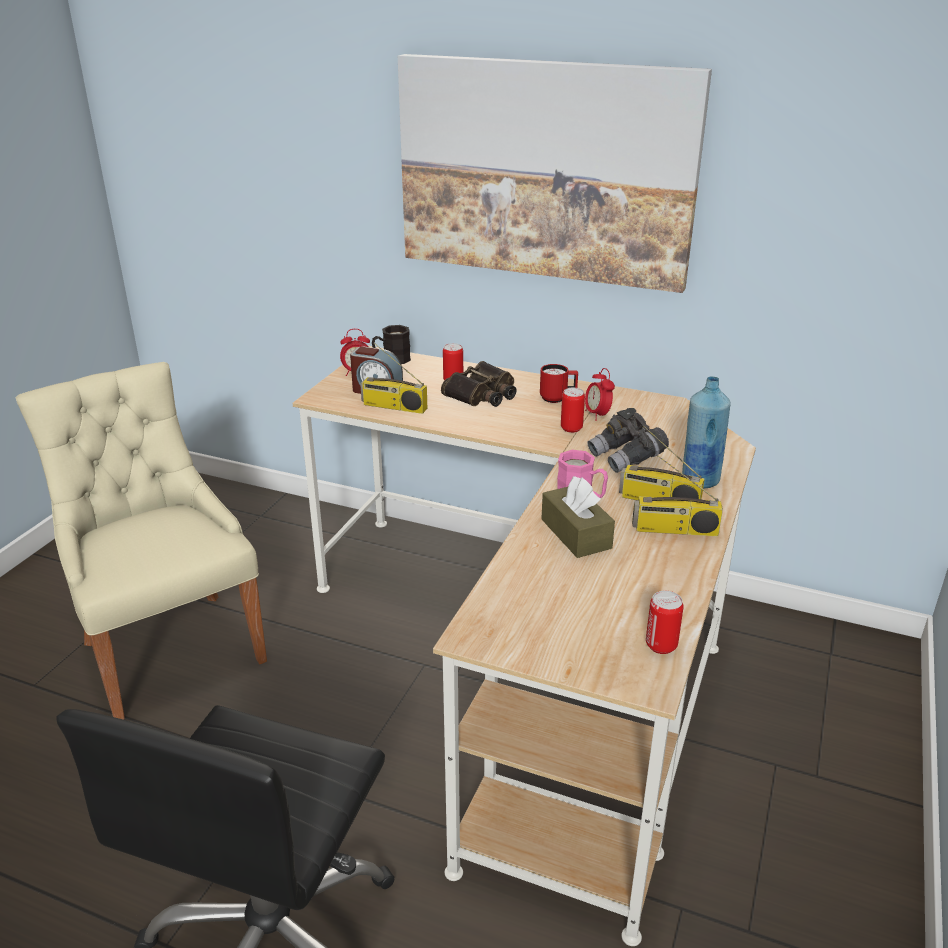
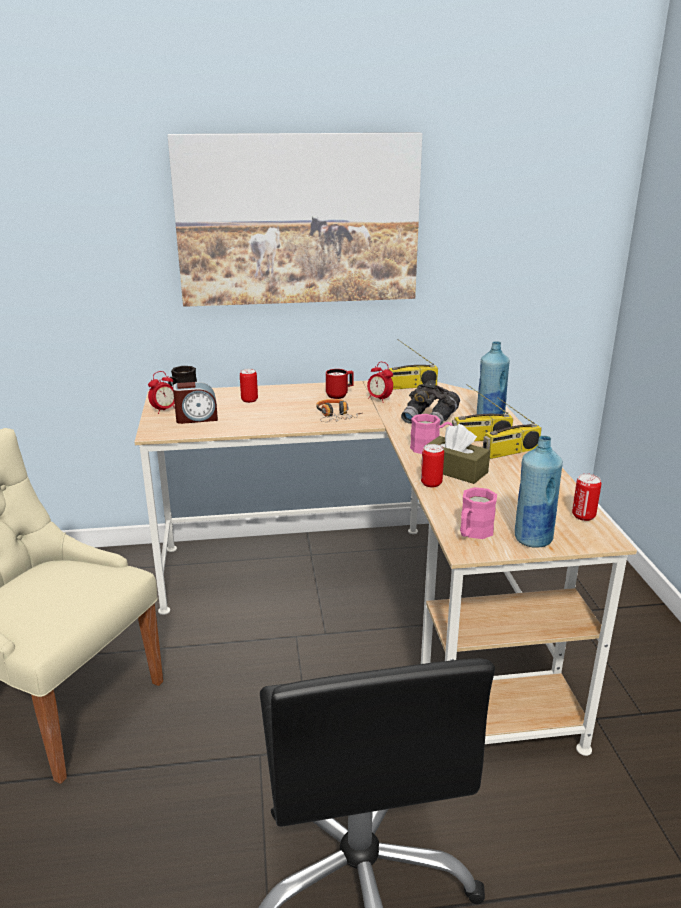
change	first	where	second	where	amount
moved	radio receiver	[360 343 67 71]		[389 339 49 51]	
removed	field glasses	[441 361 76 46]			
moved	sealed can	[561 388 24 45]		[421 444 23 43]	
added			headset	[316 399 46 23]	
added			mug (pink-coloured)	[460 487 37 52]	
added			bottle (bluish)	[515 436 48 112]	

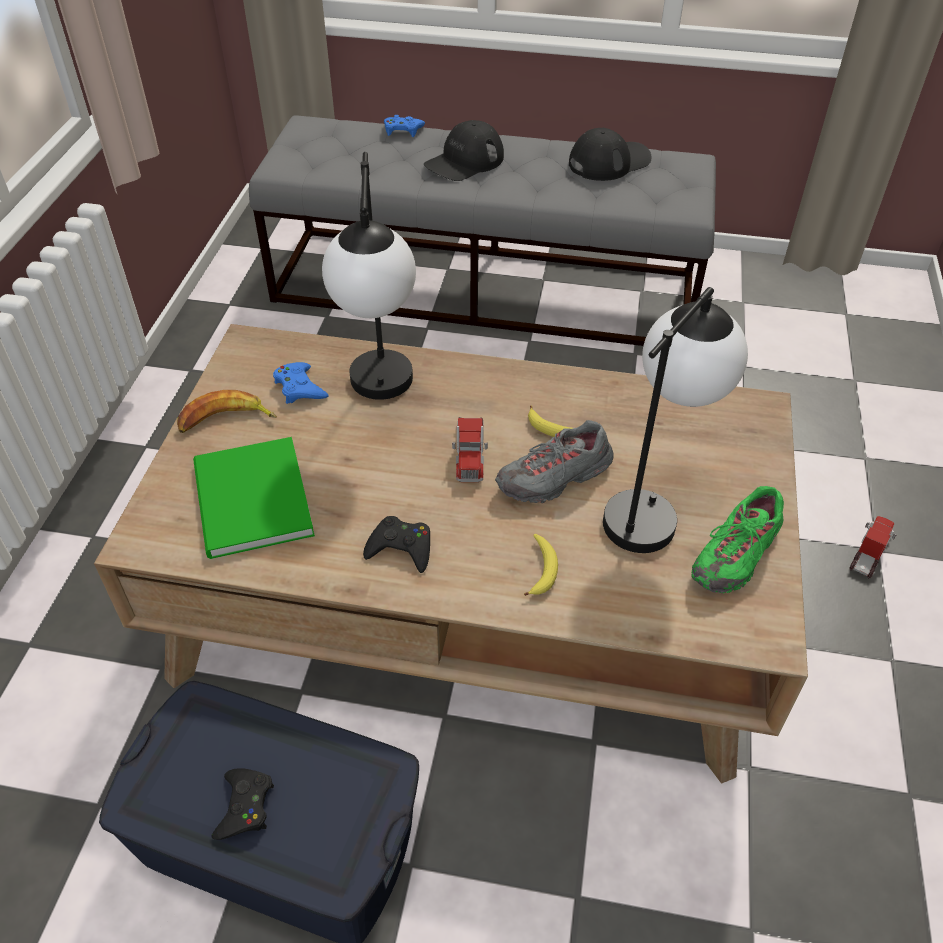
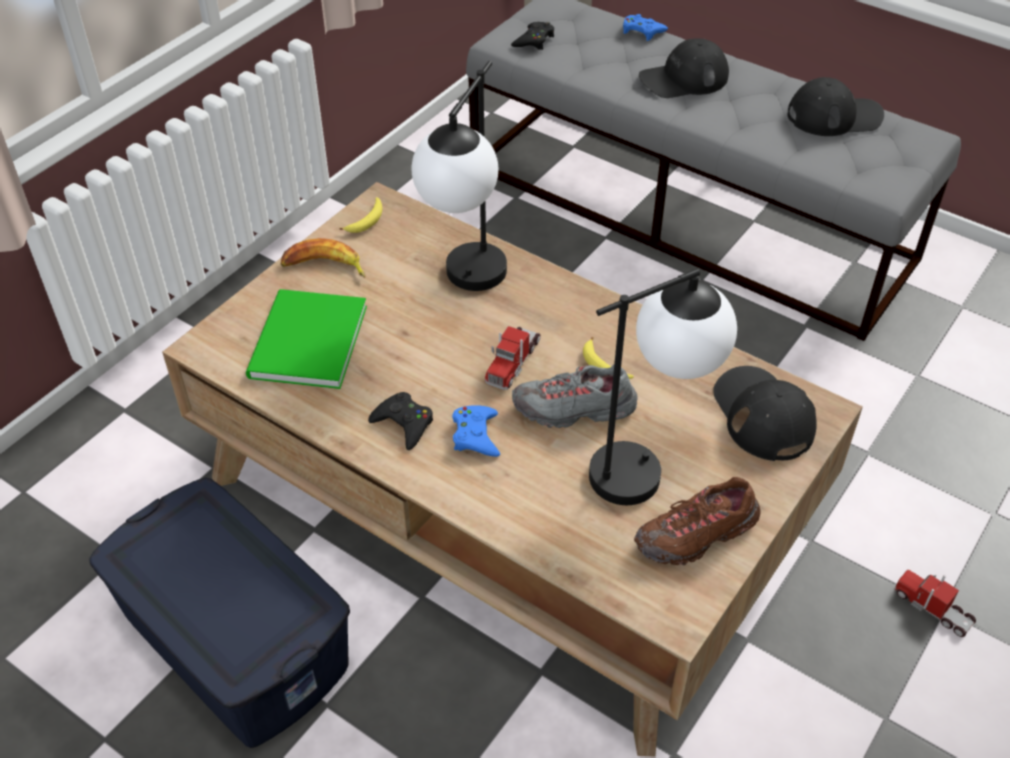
change	first	where	second	where	amount
moved	joypad (black)	[211 768 63 72]		[511 22 43 28]	
moved	joypad (bluish)	[273 362 56 42]		[452 405 48 52]	
moved	whole banana	[524 534 34 62]		[339 197 43 36]	
recoloured	item of footwear (green-coloured)	[691 486 93 107]	item of footwear (brown-coloured)	[634 477 126 88]	
turned	toy truck	[849 516 47 63]		[894 570 82 67]	105 degrees counterclockwise
added			peaked cap (black)	[713 366 104 95]	

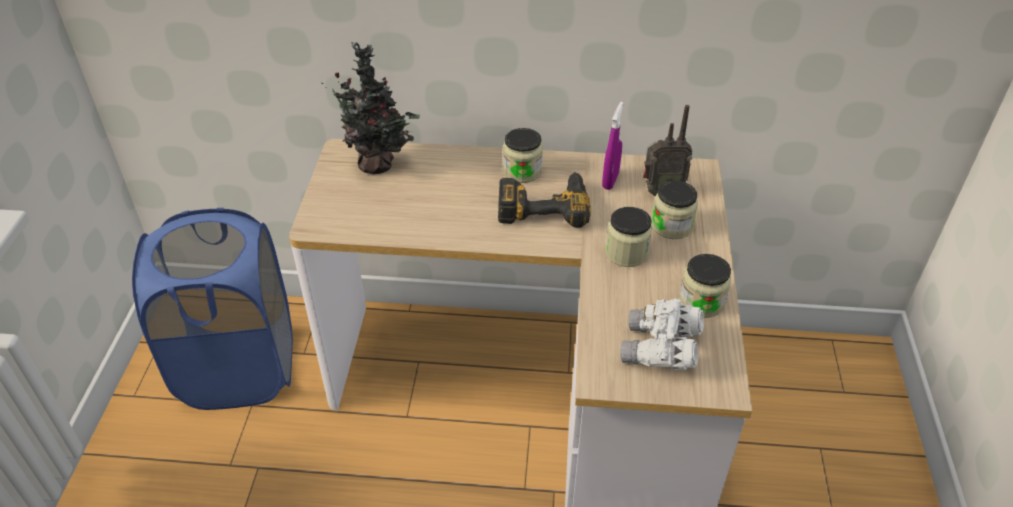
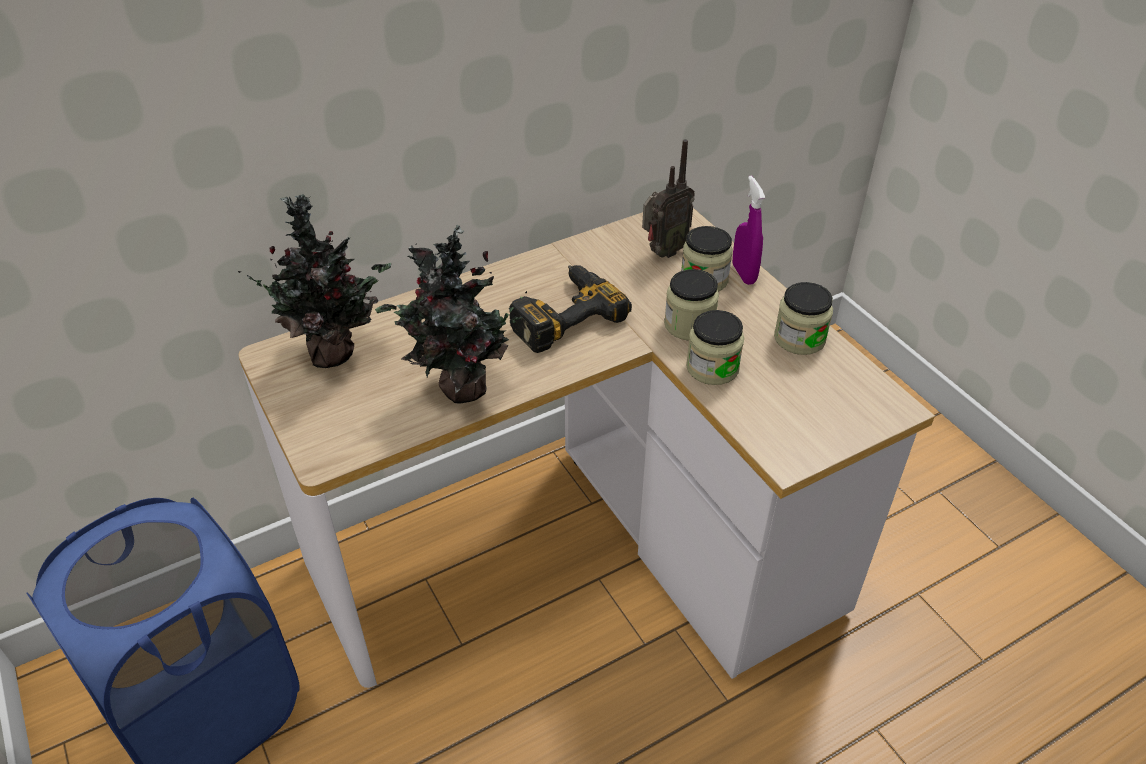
change	first	where	second	where	amount
moved	preserve jar	[503 128 40 55]		[686 310 58 75]	
moved	spray bottle (purplish)	[602 102 21 88]		[733 176 32 109]	
removed	field glasses (whitish)	[620 299 84 71]			
added			houseplant	[375 225 152 179]	

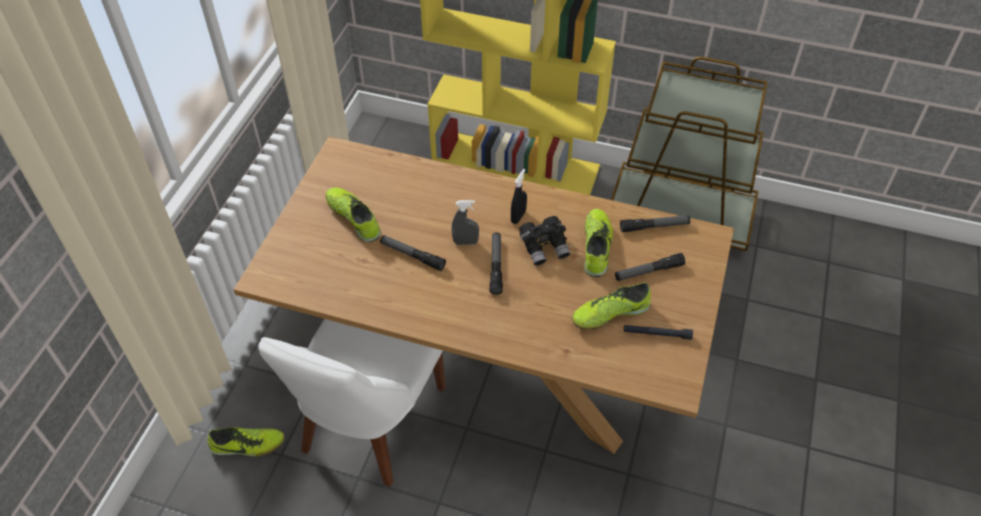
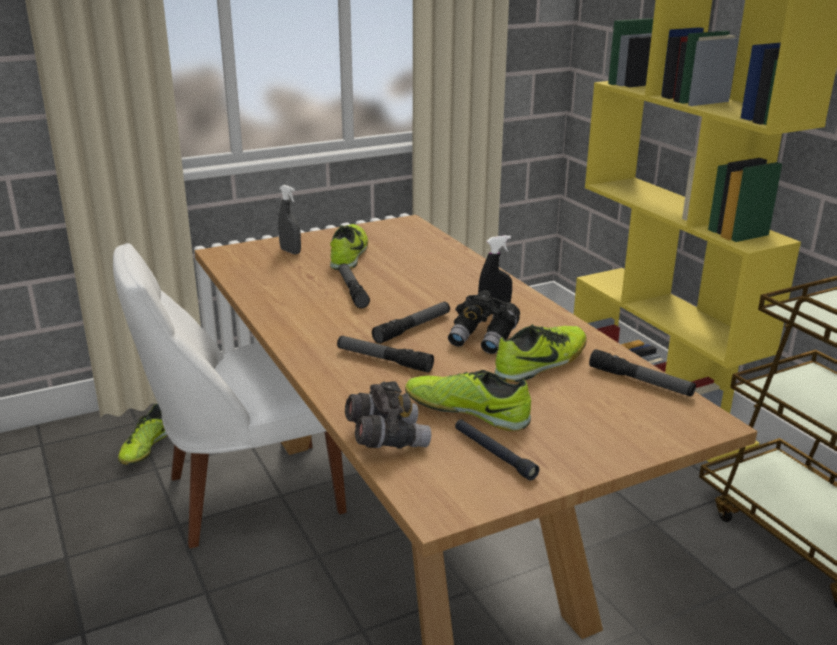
change	first	where	second	where	amount
turned	item of footwear	[208 427 77 30]		[118 404 50 61]	60 degrees clockwise
moved	spray bottle (greyish)	[452 200 27 45]		[278 185 23 69]	
moved	hand torch	[615 253 70 28]		[337 336 97 37]	
added			field glasses (greyish)	[345 381 86 68]	

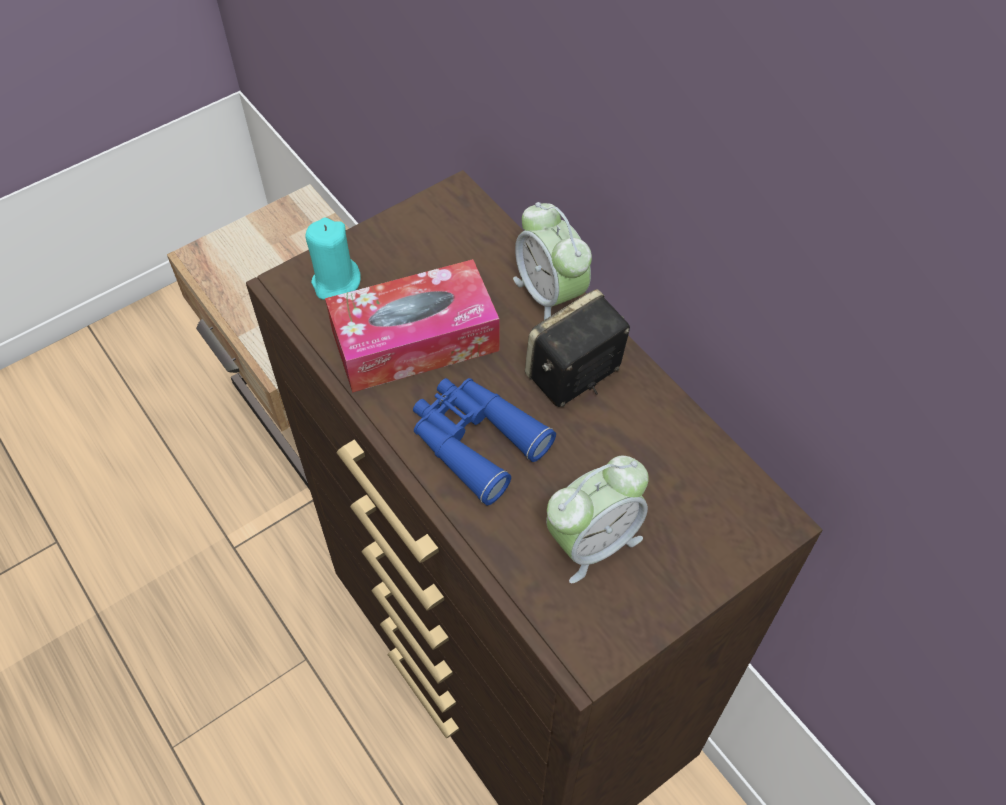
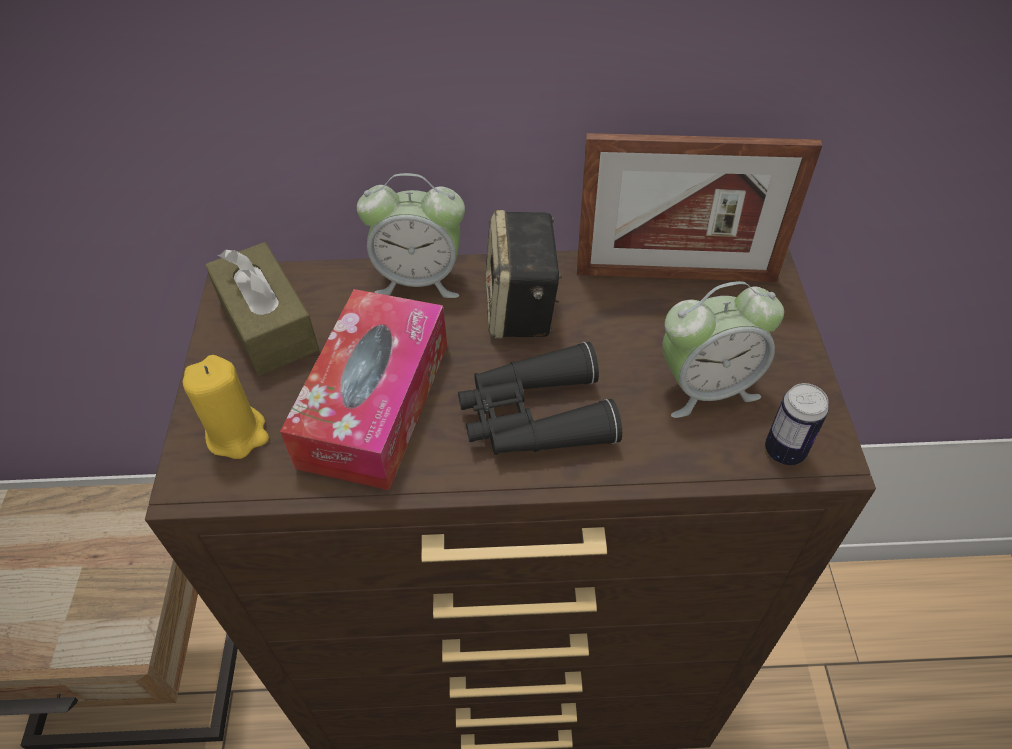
change	first	where	second	where	amount
recoloured	wax light (turquoise)	[306 218 55 81]	wax light (yellow)	[182 355 87 104]	
recoloured	field glasses (bluish)	[413 378 143 127]	field glasses (black)	[458 342 164 113]	
turned	table clock	[546 456 103 127]		[662 281 122 137]	75 degrees clockwise
added			tissue holder (brown-coloured)	[205 242 114 134]	
added			standing frame	[577 133 245 149]	
added			sealed can	[765 383 64 82]	

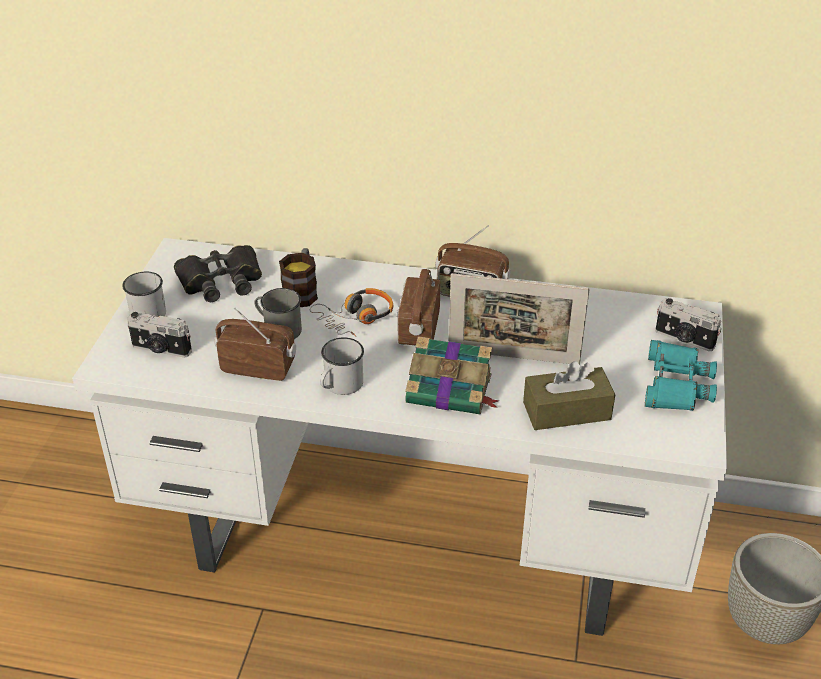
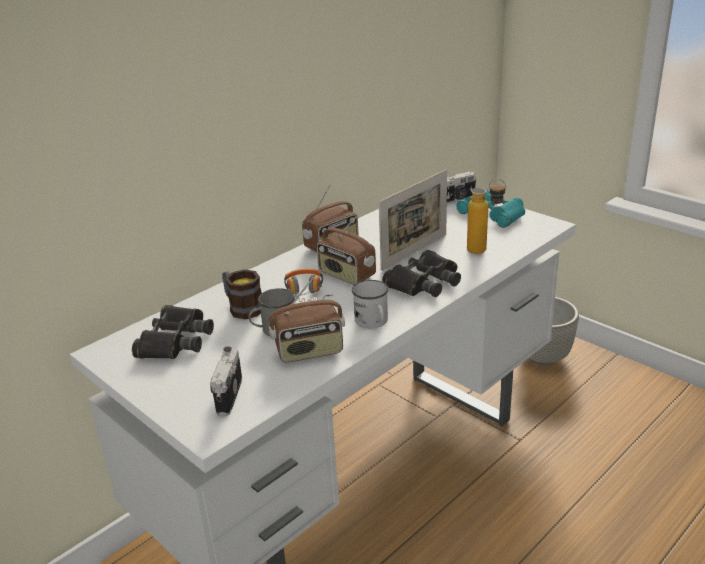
change	first	where	second	where	amount
removed	mug (whitish)	[122 272 44 45]			
turned	still camera	[127 312 65 46]		[210 346 32 70]	135 degrees clockwise
turned	radio receiver	[214 308 82 73]		[269 277 76 85]	150 degrees counterclockwise
replaced	bound book	[405 336 94 79]	field glasses (black)	[382 250 79 47]	
replaced	tissue holder (brown-coloured)	[523 361 92 69]	bottle	[467 179 39 75]	

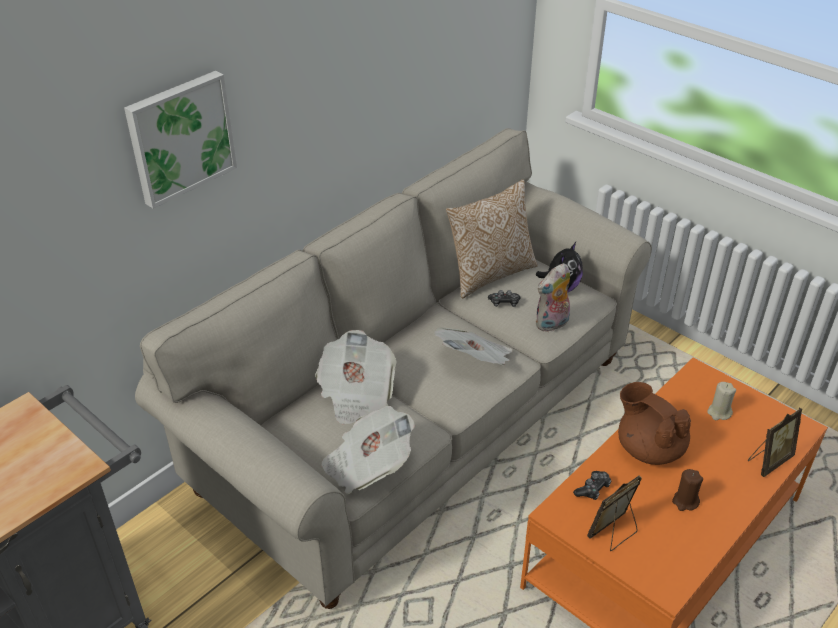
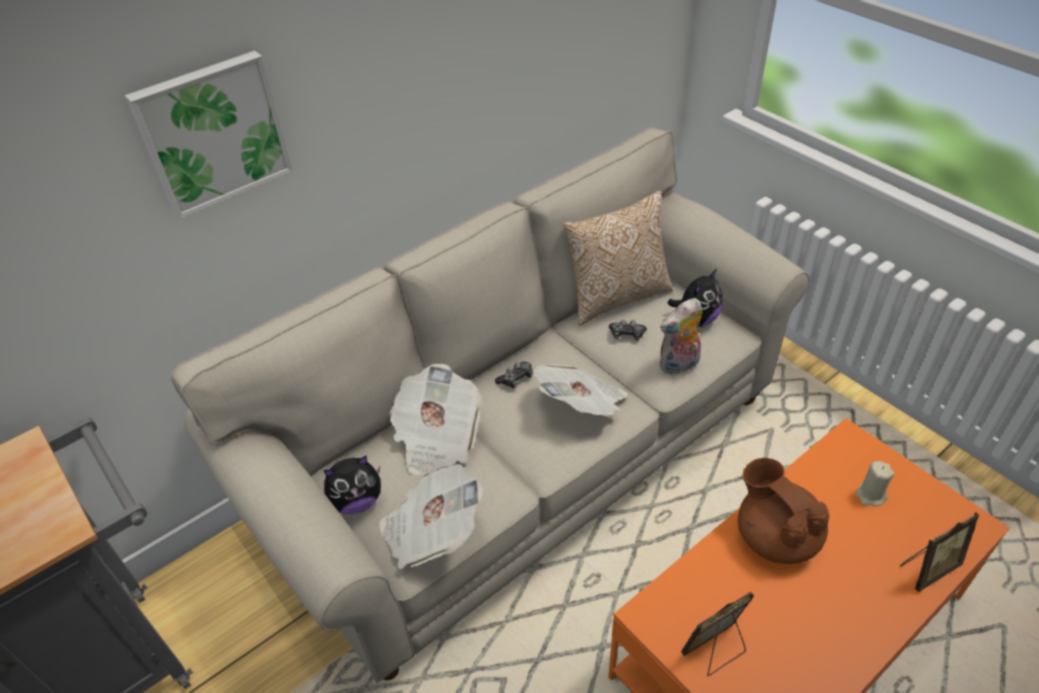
change	first	where	second	where	amount
moved	joypad	[573 471 39 29]		[495 362 38 26]	
removed	wax light (brown-coloured)	[672 469 31 42]			
added			cuddly toy	[324 456 57 58]	

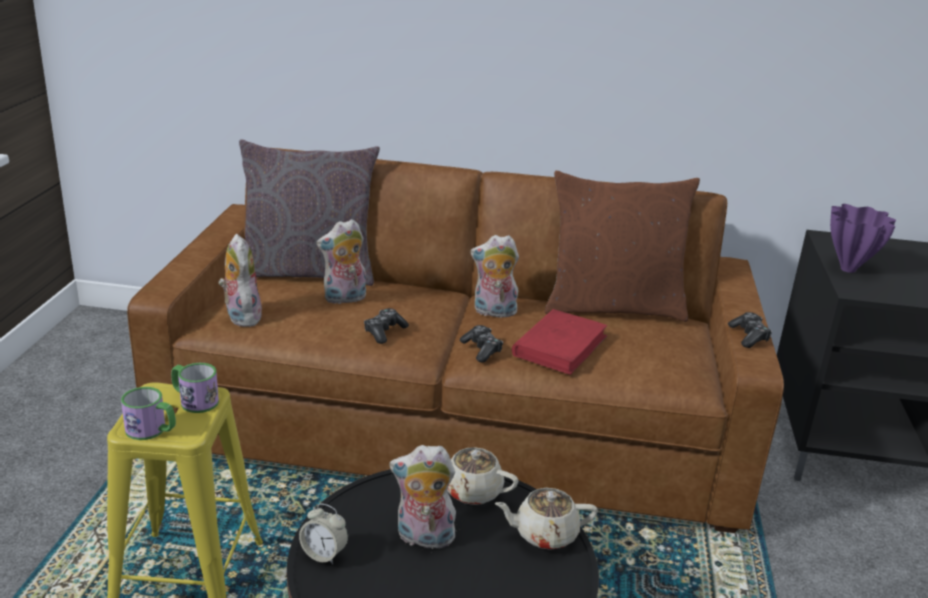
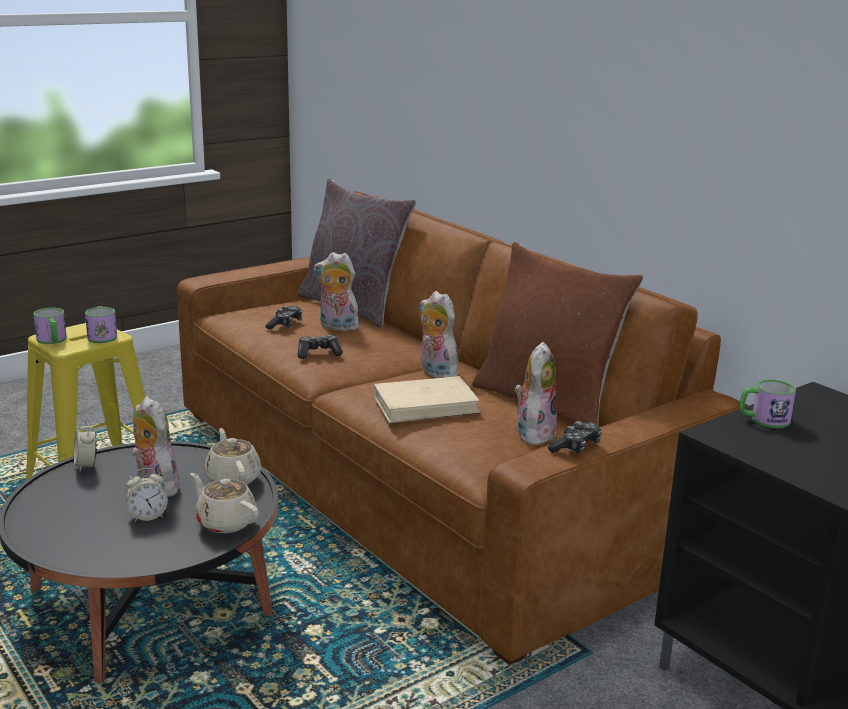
change	first	where	second	where	amount
moved	cuddly toy	[219 234 45 93]		[515 342 42 104]	
moved	joypad	[460 325 43 38]		[265 306 38 24]	
recoloured	bound book (red)	[512 309 95 66]	bound book (beige-coloured)	[373 376 108 47]	
replaced	decorative vase (purplish)	[830 204 66 69]	mug	[739 380 57 48]	
added			table clock	[126 468 42 54]	

